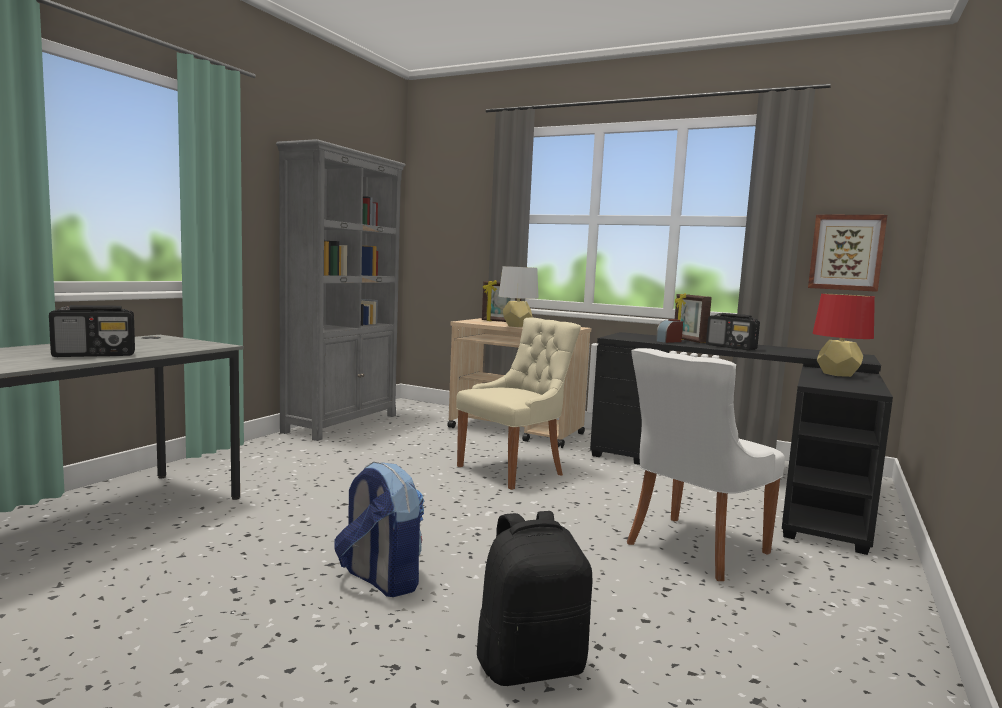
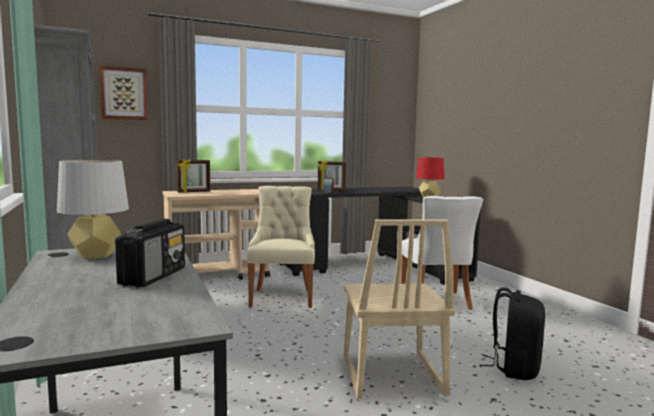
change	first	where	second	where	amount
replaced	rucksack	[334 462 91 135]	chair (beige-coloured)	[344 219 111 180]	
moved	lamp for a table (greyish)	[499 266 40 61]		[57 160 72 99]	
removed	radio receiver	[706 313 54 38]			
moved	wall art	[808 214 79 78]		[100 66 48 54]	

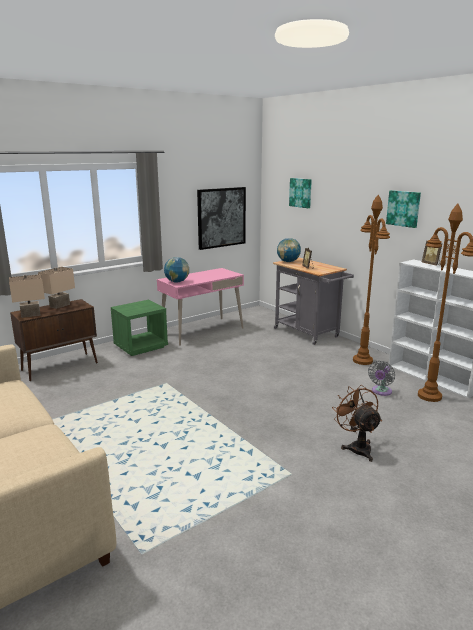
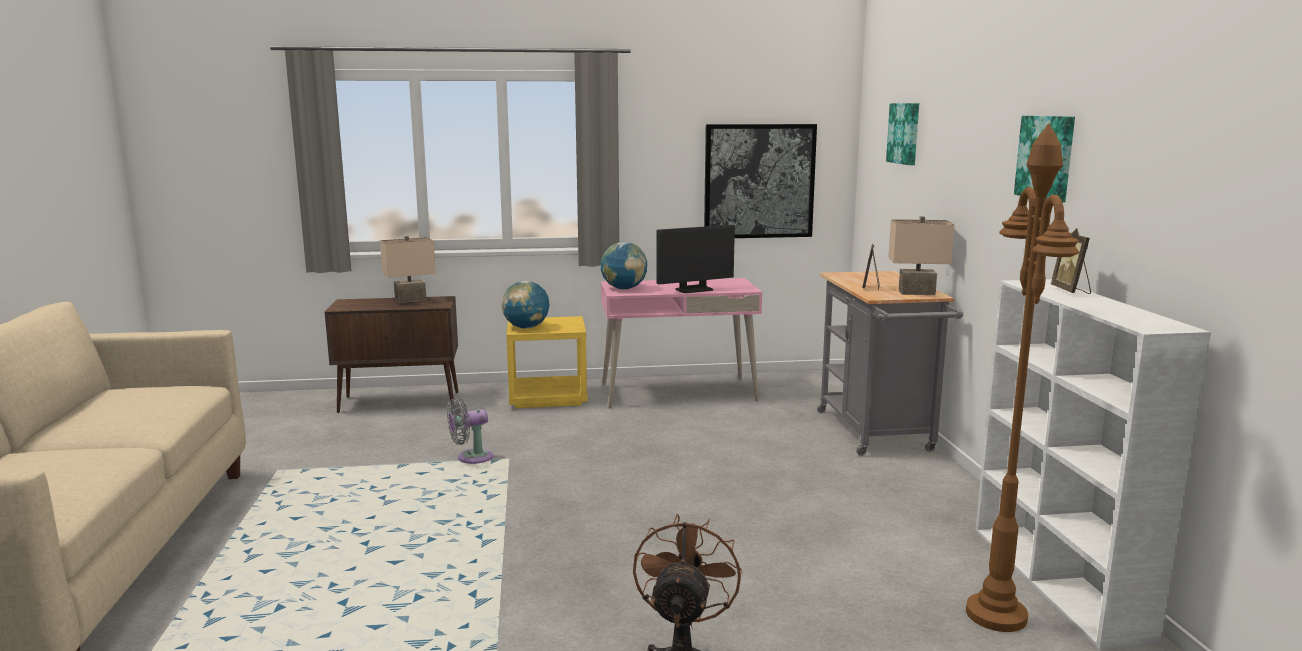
change	first	where	second	where	amount
moved	lamp for a table (beige-coloured)	[9 274 36 44]		[888 216 67 79]	
recoloured	night table (green-coloured)	[111 300 57 56]	night table (yellow)	[506 316 82 92]	
moved	world globe	[277 238 24 24]		[501 281 49 48]	
removed	floor lamp (brown-coloured)	[353 195 37 170]			
moved	fan (greyish)	[368 361 27 35]		[447 398 46 66]	
added			computer screen	[656 225 79 68]	

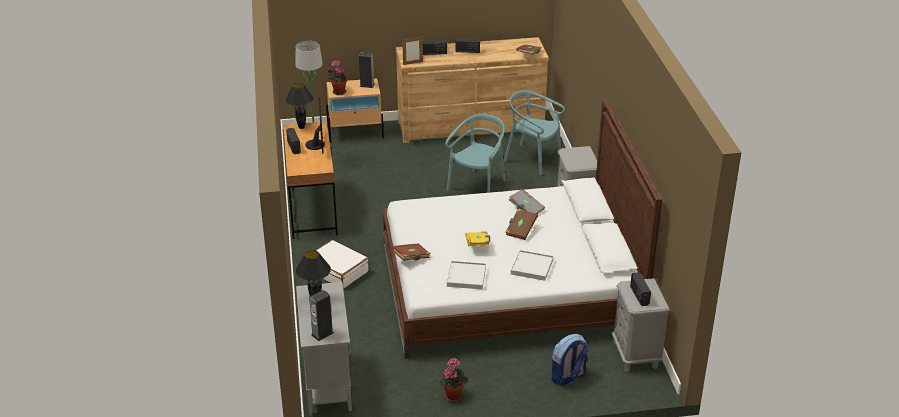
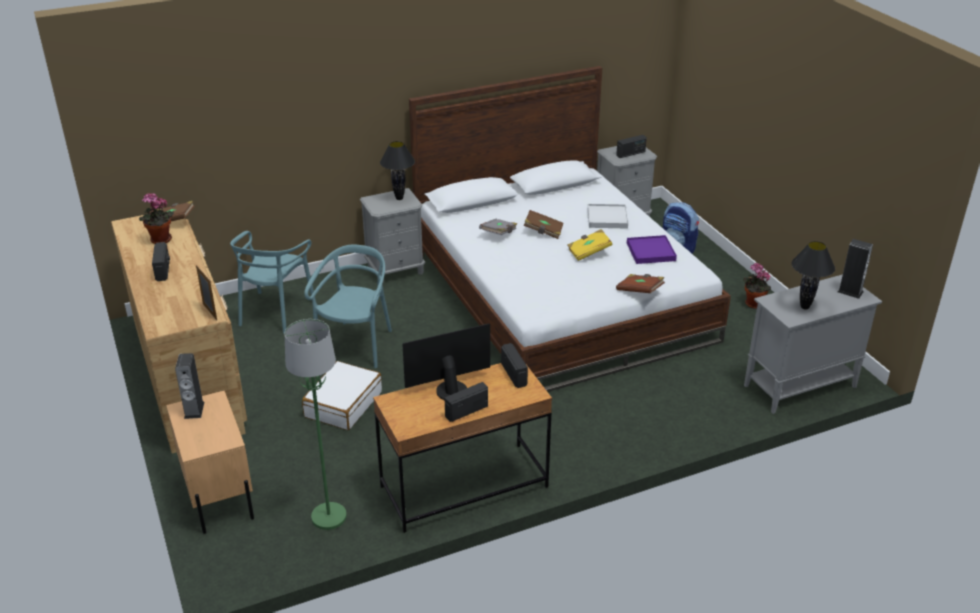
change	first	where	second	where	amount
moved	lamp for a table (black)	[285 83 28 46]		[380 141 35 59]	
moved	travel case (whitish)	[316 240 53 49]		[302 361 80 69]	
moved	houseplant	[328 60 19 35]		[139 193 35 51]	
moved	radio receiver	[423 40 24 15]		[501 343 27 45]	
turned	chair (turquoise)	[445 114 61 79]		[304 244 88 124]	90 degrees clockwise
recoloured	serving tray (whitish)	[447 261 39 28]	serving tray (purplish)	[627 235 50 29]	

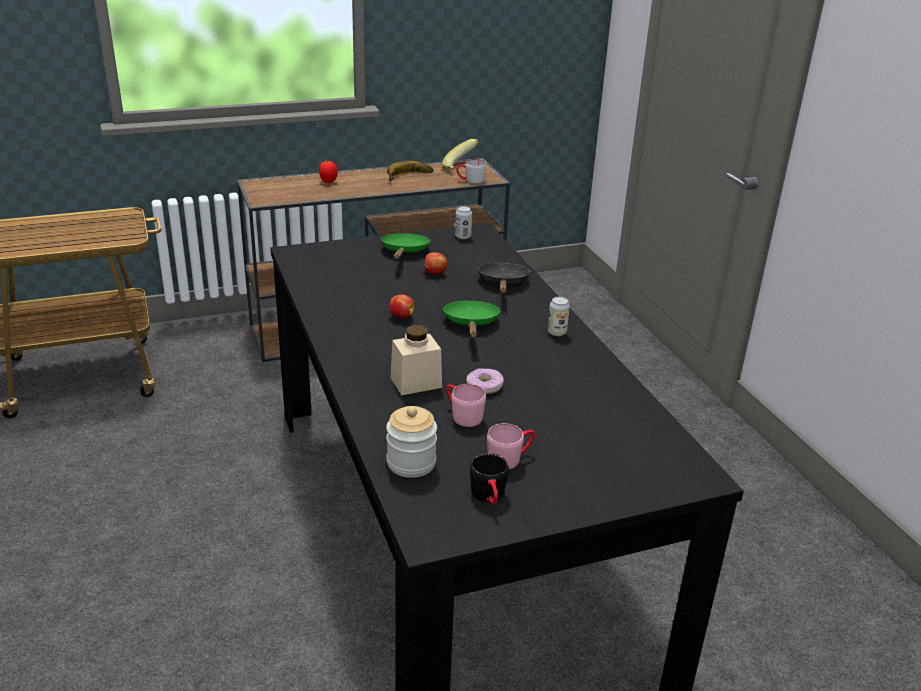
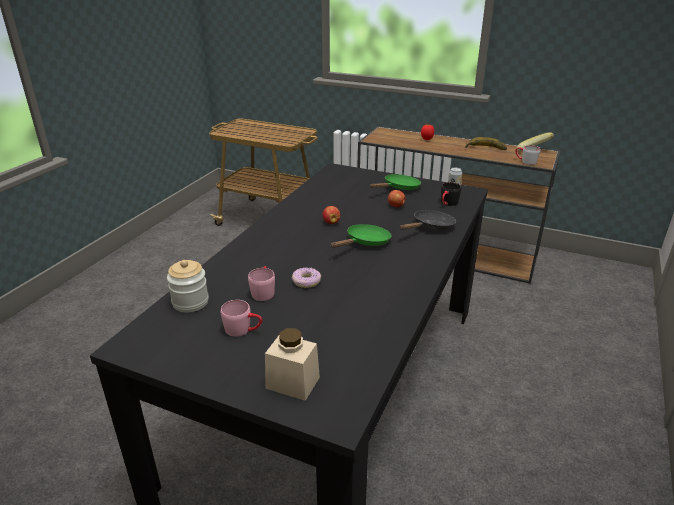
change	first	where	second	where	amount
moved	preserve jar (beige-coloured)	[391 325 51 70]		[265 328 55 73]	
moved	mug (black)	[470 453 39 52]		[441 182 20 24]	
removed	sealed can	[547 297 23 39]			

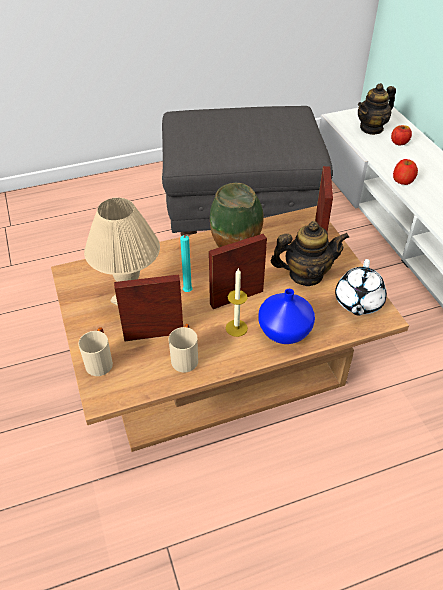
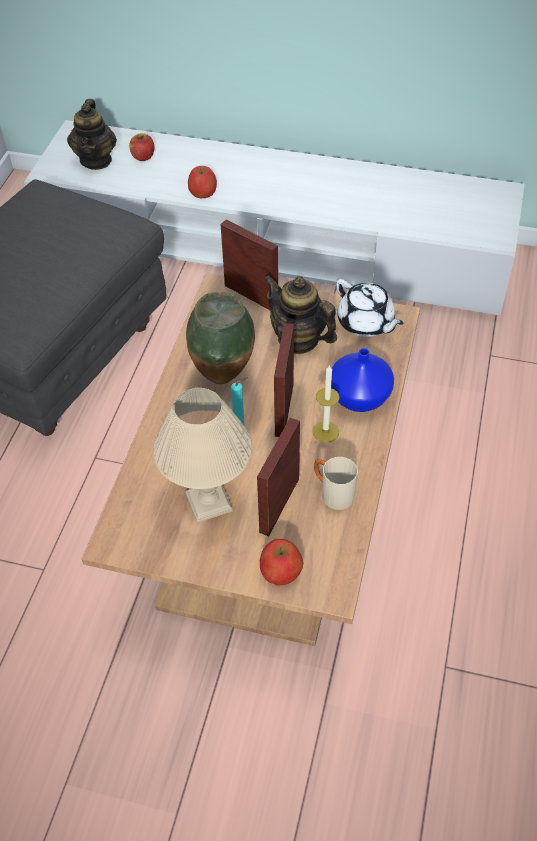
change	first	where	second	where	amount
replaced	mug (beige-coloured)	[78 327 35 49]	whole apple	[260 539 43 47]	
turned	teapot	[271 221 78 65]		[264 275 73 79]	75 degrees counterclockwise

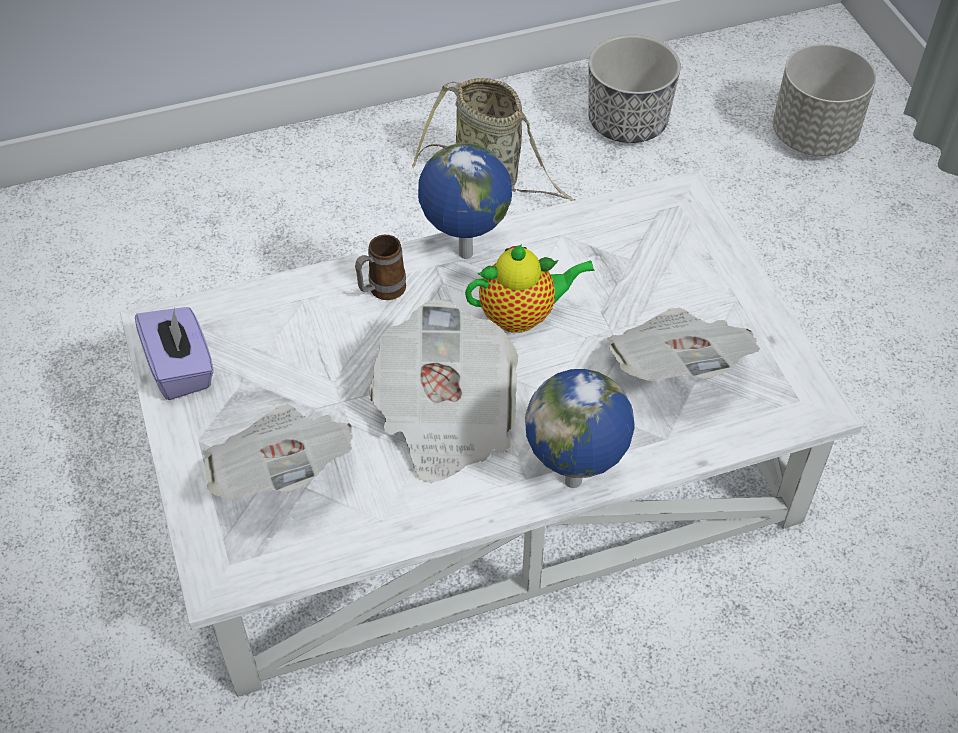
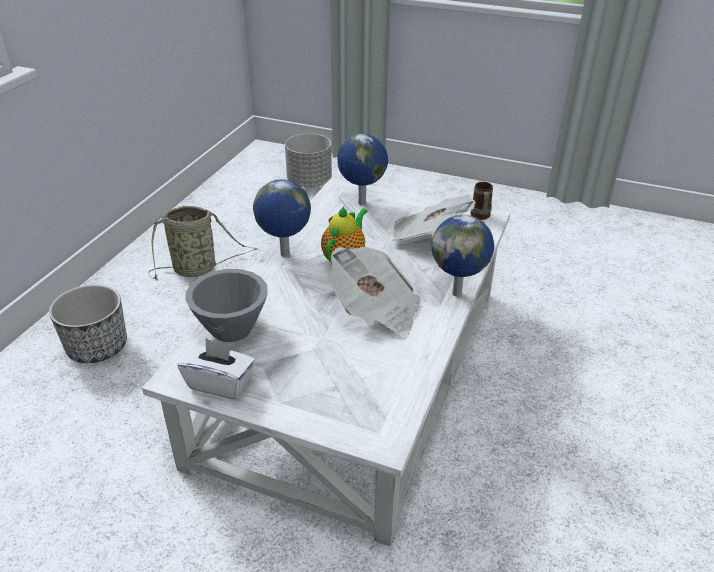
change	first	where	second	where	amount
recoloured	tissue holder (purplish)	[135 307 79 93]	tissue holder (whitish)	[178 338 77 62]	
removed	daily paper	[204 405 149 95]			
moved	mug	[355 235 51 65]		[470 182 23 38]	
moved	planter	[588 35 93 108]		[49 284 78 79]	
added			bowl (greyish)	[185 269 83 73]	
added			world globe	[337 134 51 71]	

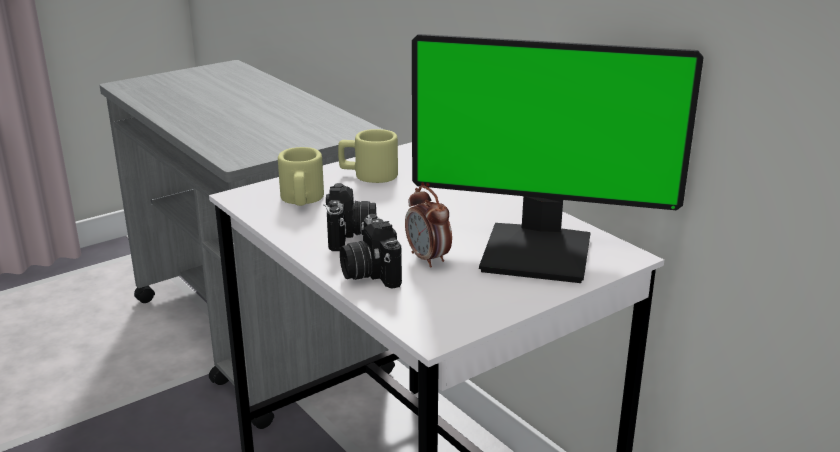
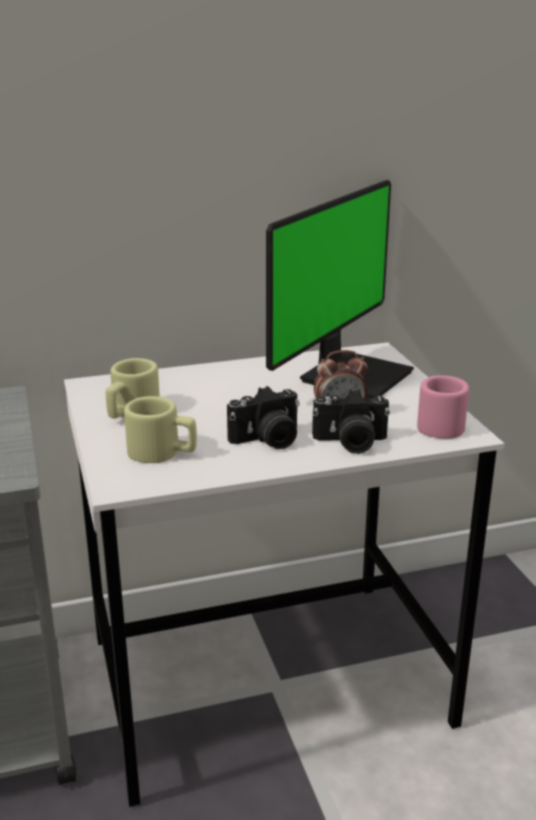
change	first	where	second	where	amount
turned	still camera	[323 183 53 68]		[227 386 72 63]	135 degrees clockwise
added			mug (pink-coloured)	[417 375 52 64]	

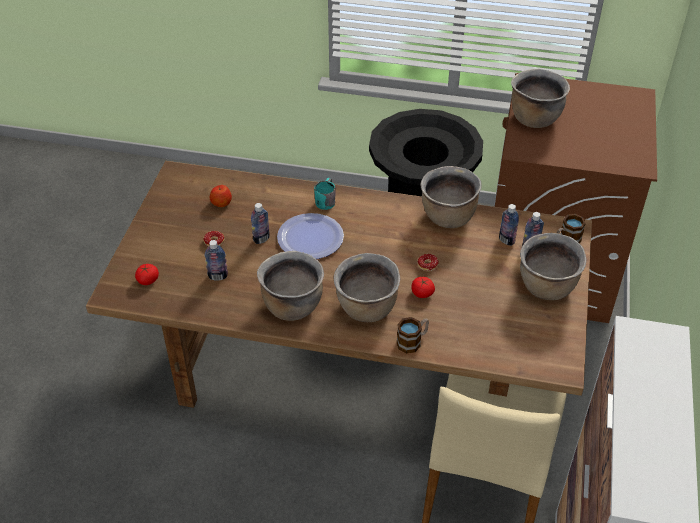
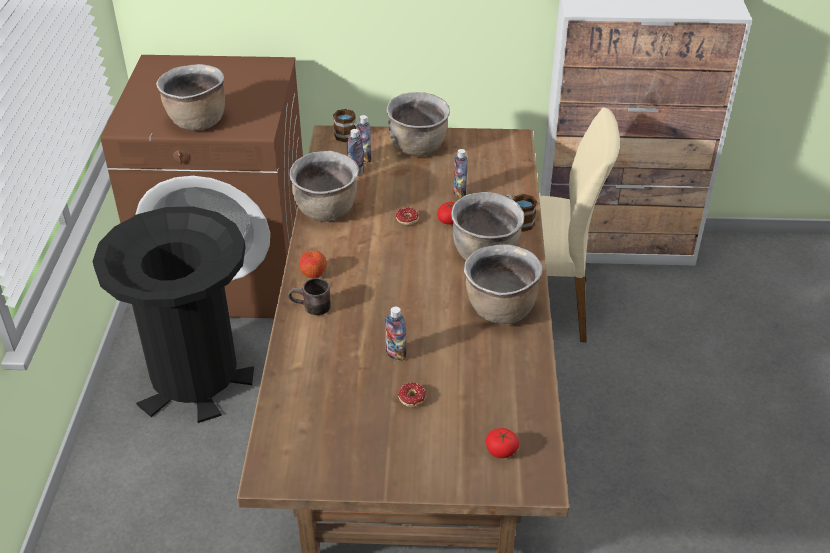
change	first	where	second	where	amount
moved	bottle	[205 240 23 41]		[454 149 14 49]	
moved	whole apple	[210 185 22 22]		[300 251 27 27]	
removed	dinner plate	[277 213 67 46]			
recoloured	mug (turquoise)	[314 178 22 32]	mug (brown-coloured)	[288 278 43 37]	

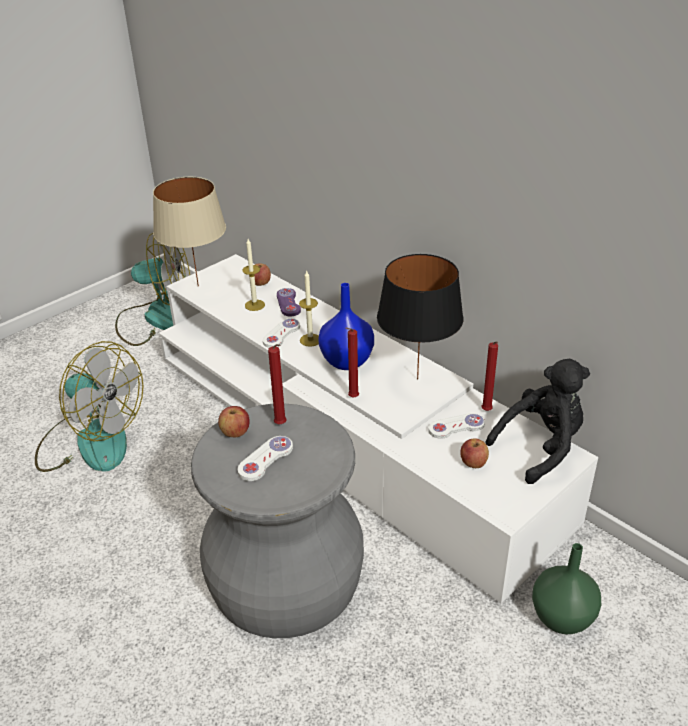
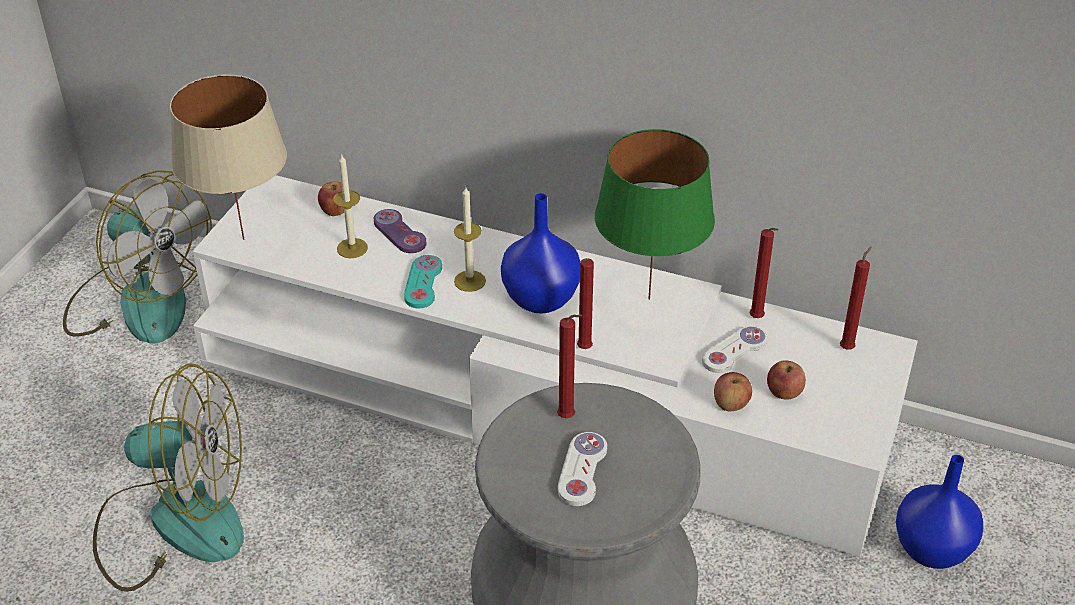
change	first	where	second	where	amount
turned	fan	[115 233 75 113]		[63 170 149 174]	60 degrees clockwise
moved	whole apple	[218 406 32 31]		[714 372 38 39]	
recoloured	joypad (whitish)	[263 318 37 30]	joypad (turquoise)	[404 255 38 53]	
recoloured	lamp for a table (black)	[377 254 86 126]	lamp for a table (green-coloured)	[595 129 120 171]	
replaced	cuddly toy (black)	[485 359 105 125]	wax light (red)	[840 246 32 104]	
recoloured	decorative vase (green-coloured)	[532 543 69 91]	decorative vase (bluish)	[896 455 87 114]	

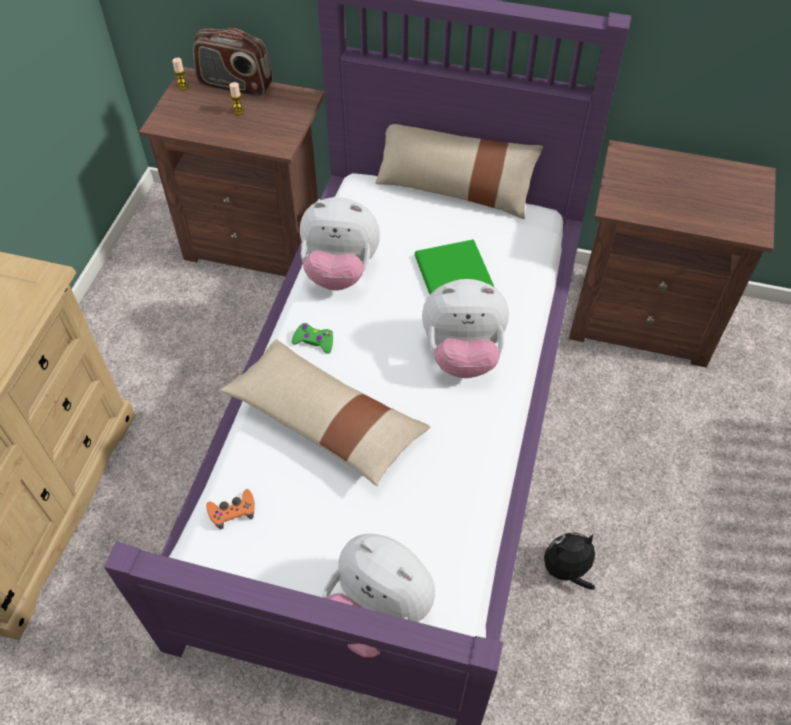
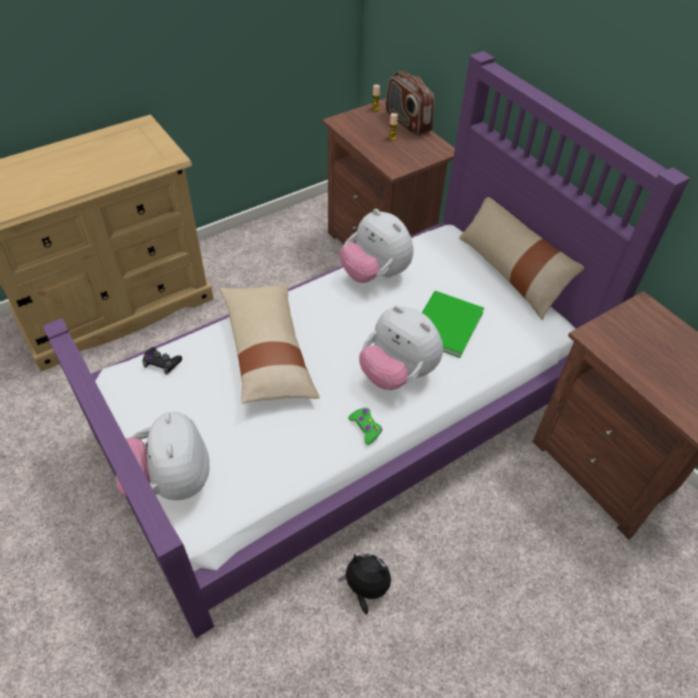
change	first	where	second	where	amount
recoloured	joypad (orange-coloured)	[206 489 49 41]	joypad (black)	[142 347 40 28]	
moved	joypad (green-coloured)	[292 323 41 31]		[348 408 34 37]	

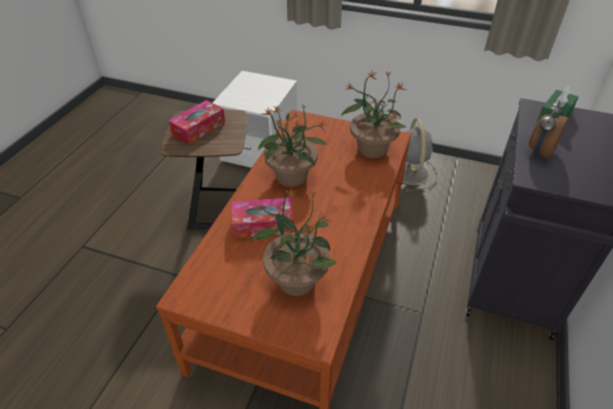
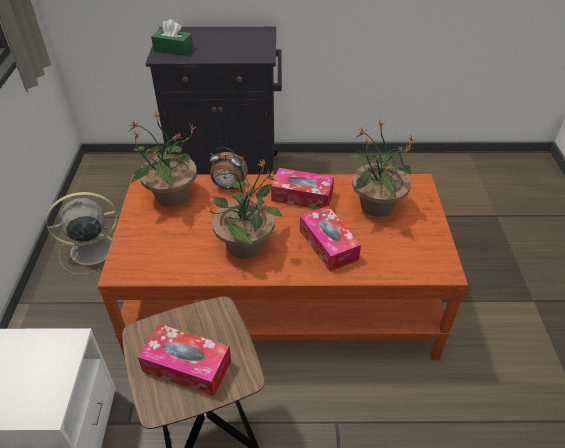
change	first	where	second	where	amount
moved	table clock	[529 100 39 59]		[209 147 39 43]	
added			tissue holder	[271 168 63 41]	

